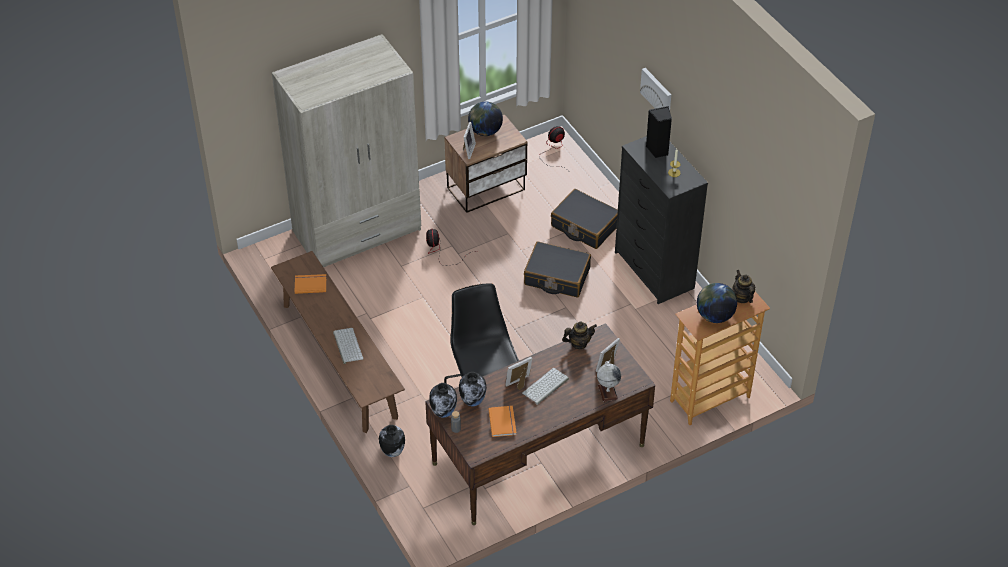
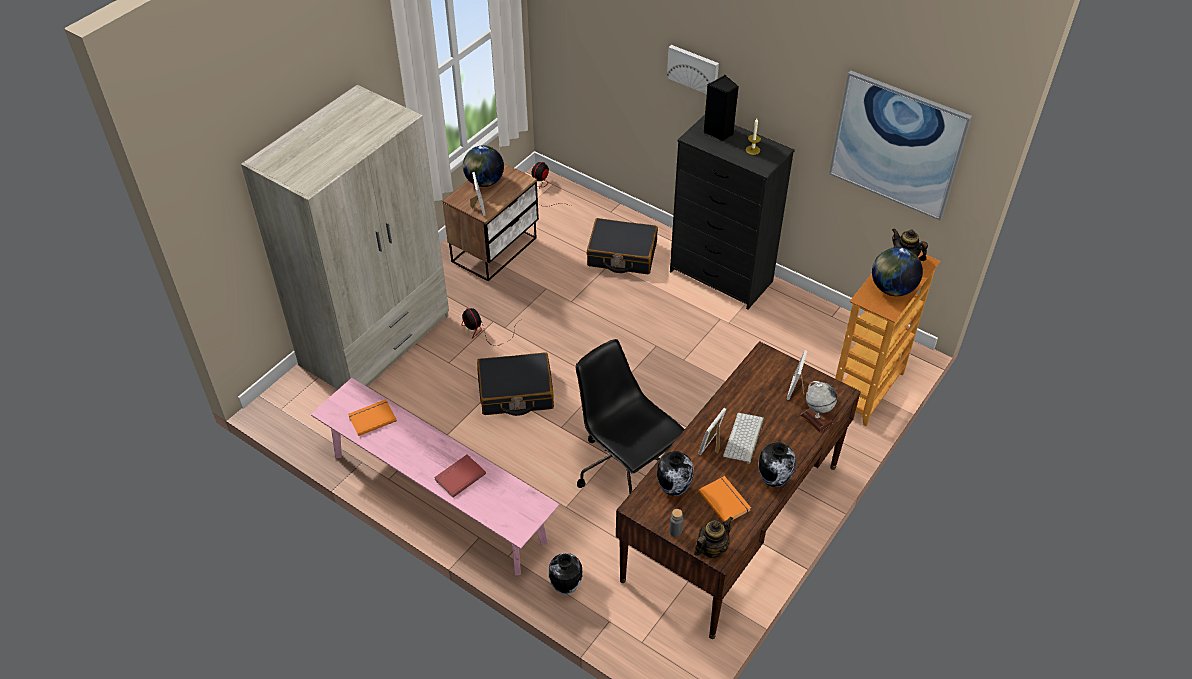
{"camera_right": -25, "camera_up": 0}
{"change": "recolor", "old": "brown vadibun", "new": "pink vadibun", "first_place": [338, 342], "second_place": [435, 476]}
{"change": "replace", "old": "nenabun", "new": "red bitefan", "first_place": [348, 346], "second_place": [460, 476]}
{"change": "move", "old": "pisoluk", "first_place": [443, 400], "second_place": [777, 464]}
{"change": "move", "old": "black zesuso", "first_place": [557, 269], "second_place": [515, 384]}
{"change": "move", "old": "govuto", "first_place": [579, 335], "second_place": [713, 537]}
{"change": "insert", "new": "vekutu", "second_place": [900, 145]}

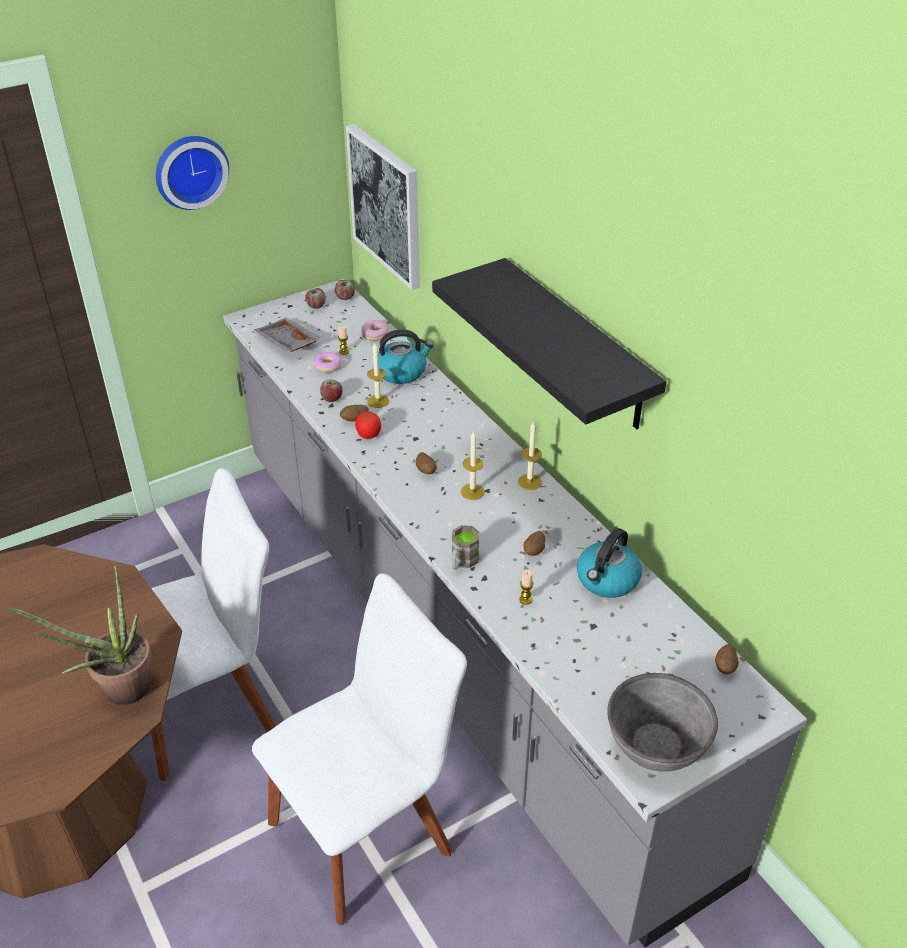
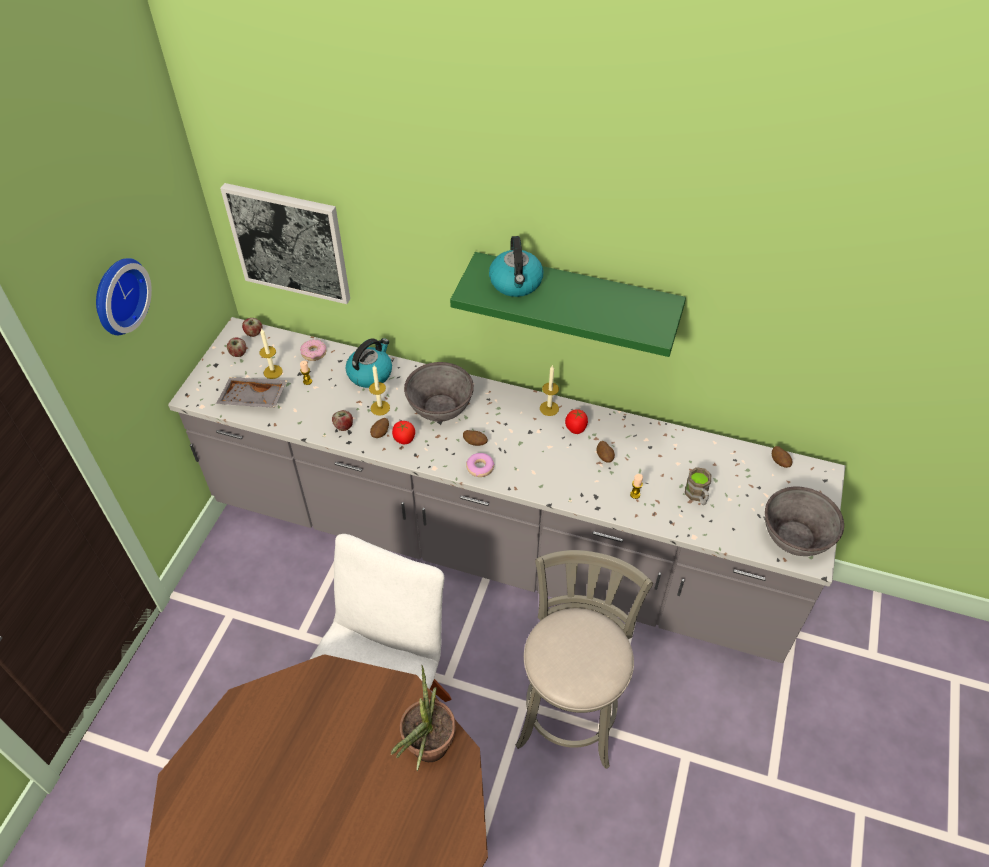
{"camera_right": -40, "camera_up": 10}
{"change": "replace", "old": "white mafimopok", "new": "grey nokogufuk", "first_place": [359, 749], "second_place": [584, 659]}
{"change": "move", "old": "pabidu", "first_place": [327, 362], "second_place": [480, 465]}
{"change": "recolor", "old": "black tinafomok", "new": "green tinafomok", "first_place": [549, 343], "second_place": [568, 304]}
{"change": "move", "old": "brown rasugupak", "first_place": [465, 547], "second_place": [698, 486]}
{"change": "move", "old": "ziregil", "first_place": [473, 465], "second_place": [271, 353]}
{"change": "move", "old": "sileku", "first_place": [609, 563], "second_place": [516, 266]}
{"change": "insert", "new": "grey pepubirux", "second_place": [439, 392]}
{"change": "insert", "new": "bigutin", "second_place": [576, 421]}

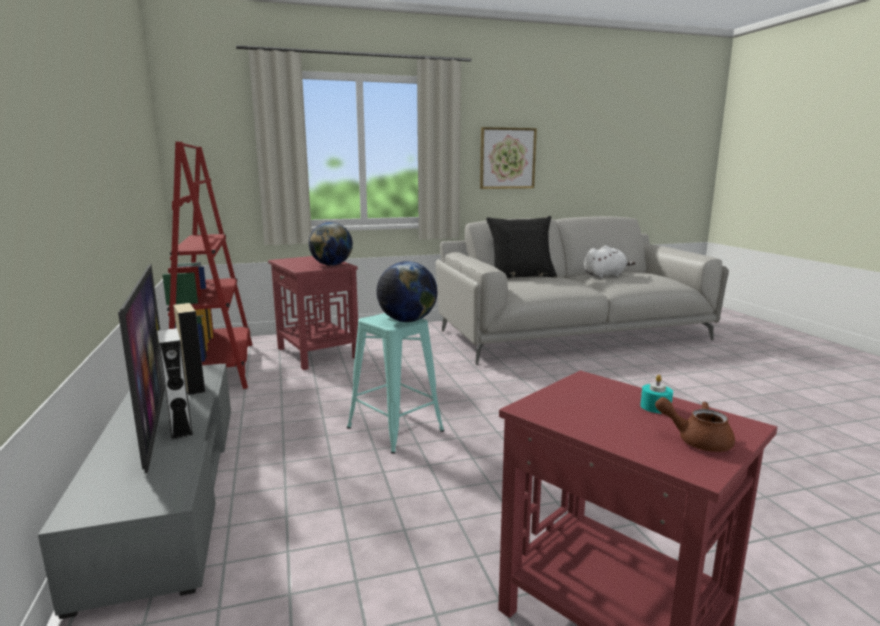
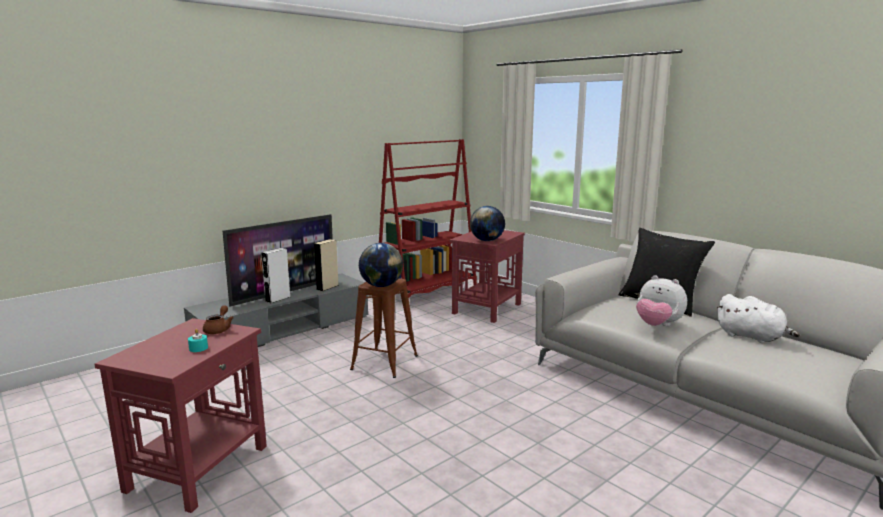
{"camera_right": 65, "camera_up": 0}
{"change": "recolor", "old": "turquoise nokogufuk", "new": "brown nokogufuk", "first_place": [395, 383], "second_place": [384, 328]}
{"change": "delete", "old": "vekutu", "first_place": [508, 158]}
{"change": "move", "old": "brown govuto", "first_place": [695, 424], "second_place": [218, 319]}
{"change": "insert", "new": "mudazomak", "second_place": [661, 300]}

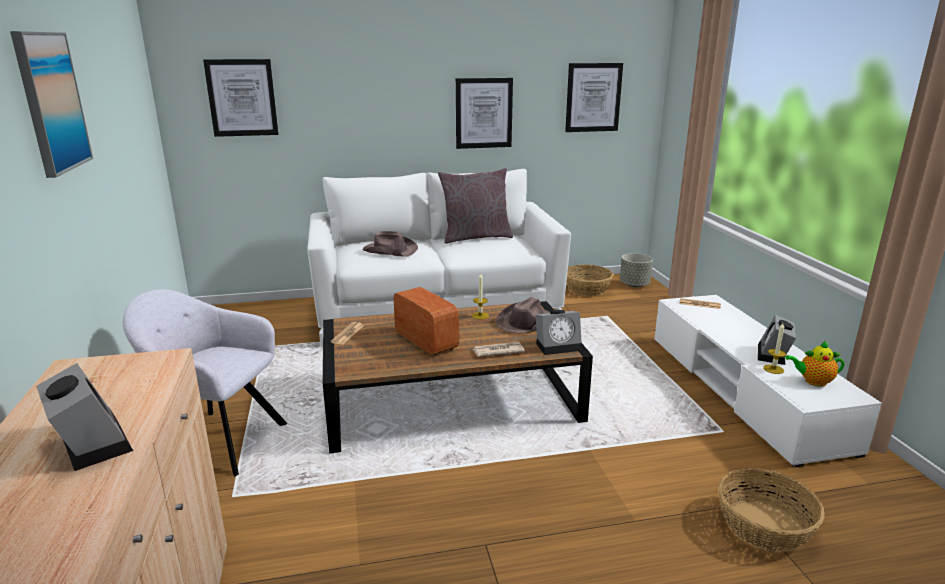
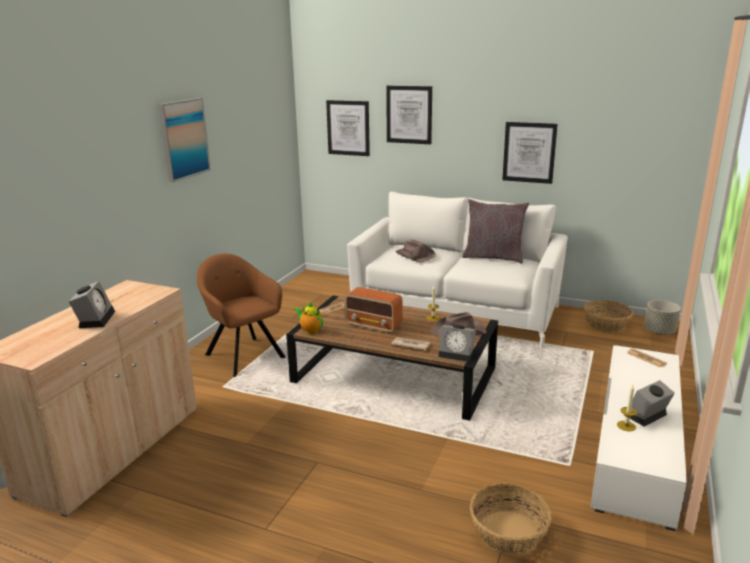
{"camera_right": 35, "camera_up": 0}
{"change": "recolor", "old": "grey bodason", "new": "brown bodason", "first_place": [205, 383], "second_place": [241, 315]}
{"change": "rotate", "old": "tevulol", "first_place": [426, 321], "second_place": [373, 310], "degrees": 120}
{"change": "move", "old": "vekutu", "first_place": [594, 97], "second_place": [409, 115]}
{"change": "move", "old": "govuto", "first_place": [814, 364], "second_place": [308, 318]}

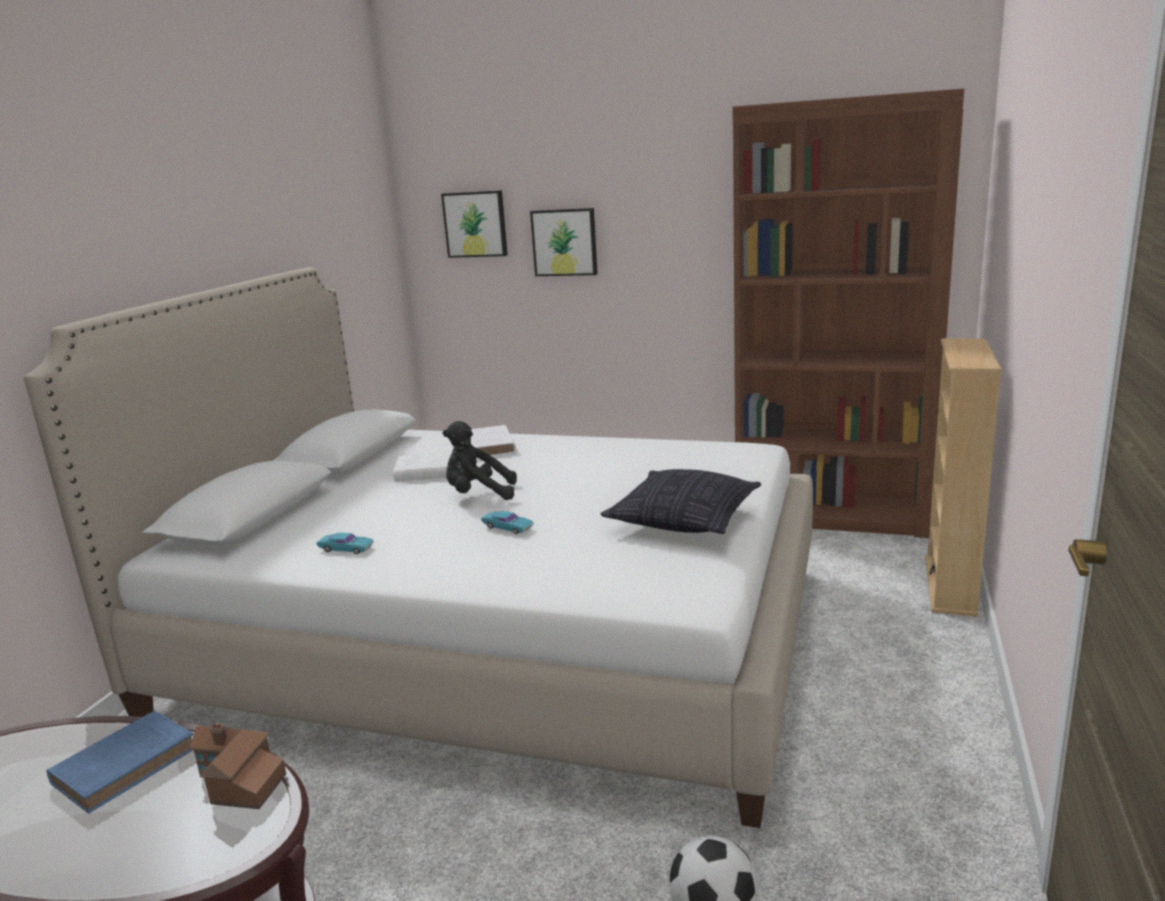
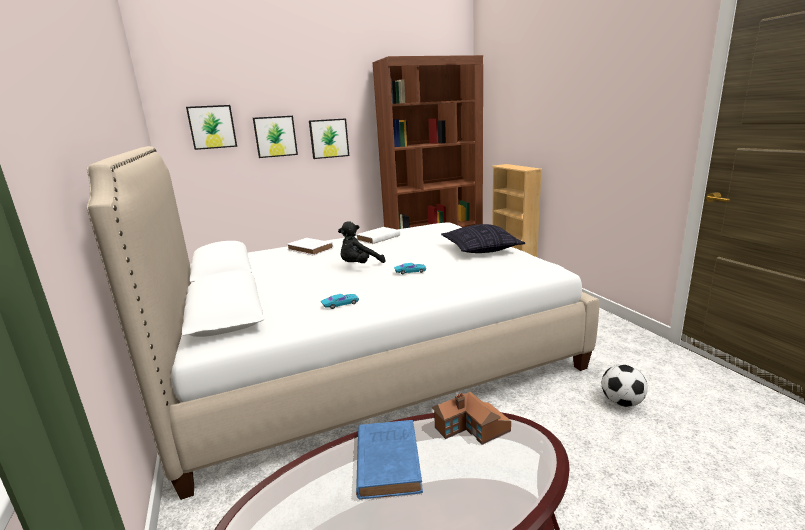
{"camera_right": -40, "camera_up": 0}
{"change": "move", "old": "white bitefan", "first_place": [422, 466], "second_place": [378, 235]}
{"change": "insert", "new": "vekutu", "second_place": [329, 138]}

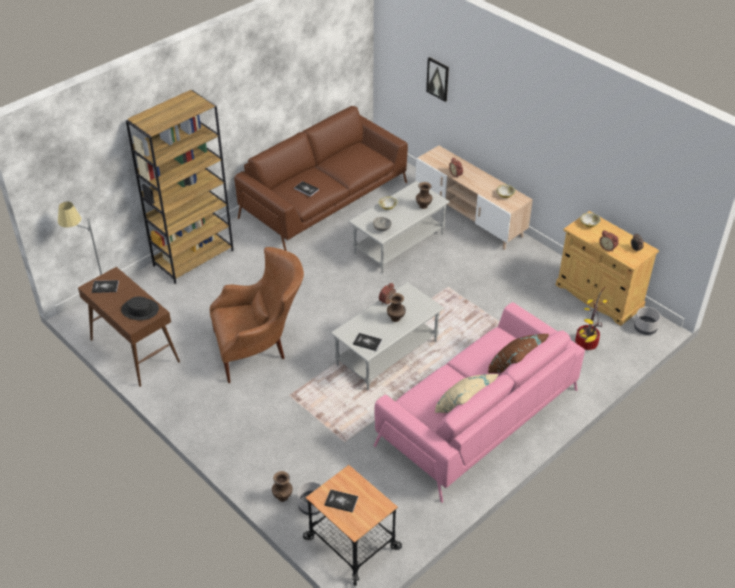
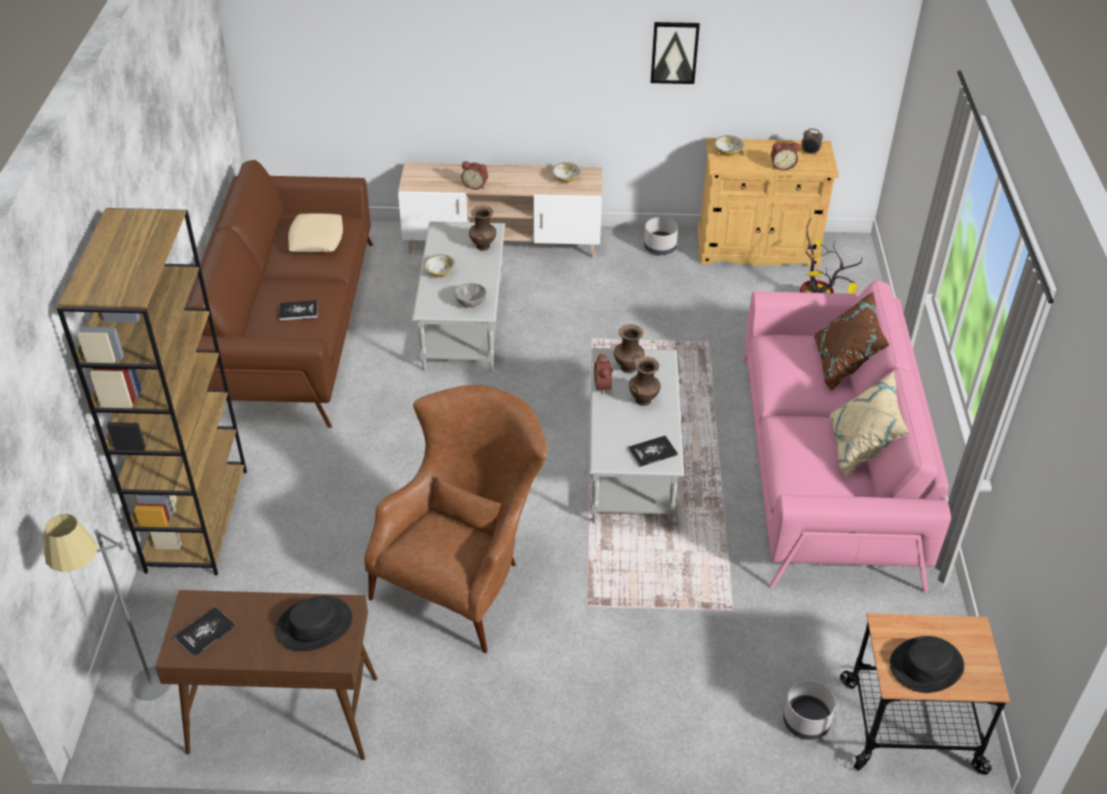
{"camera_right": -45, "camera_up": 0}
{"change": "move", "old": "brown pisoluk", "first_place": [282, 486], "second_place": [629, 348]}
{"change": "replace", "old": "bitefan", "new": "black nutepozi", "first_place": [341, 501], "second_place": [927, 664]}
{"change": "move", "old": "vekutu", "first_place": [437, 79], "second_place": [675, 53]}
{"change": "move", "old": "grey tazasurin", "first_place": [647, 321], "second_place": [661, 236]}
{"change": "insert", "new": "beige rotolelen", "second_place": [315, 232]}

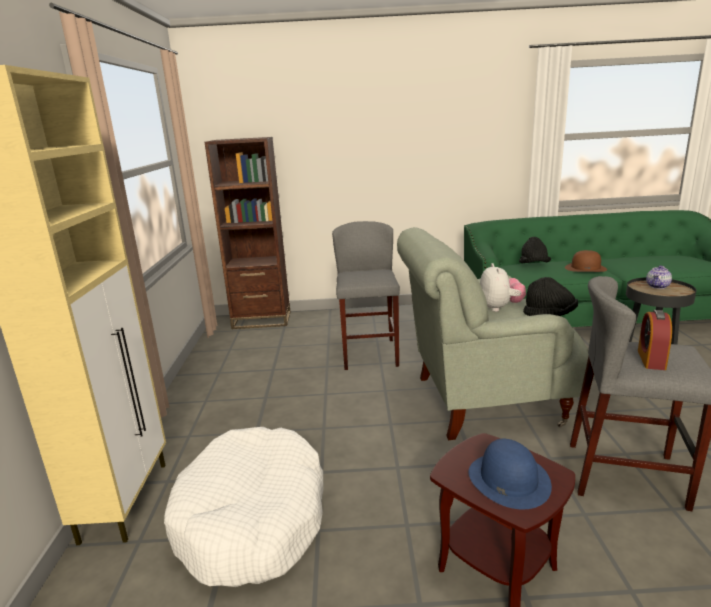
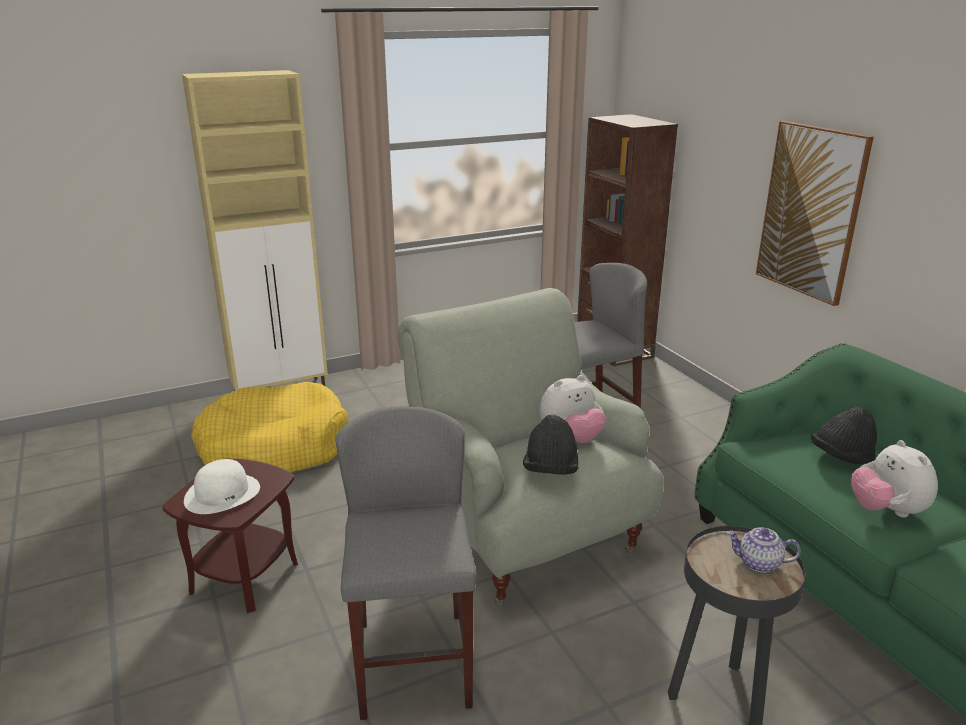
{"camera_right": 65, "camera_up": 5}
{"change": "recolor", "old": "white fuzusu", "new": "yellow fuzusu", "first_place": [244, 507], "second_place": [270, 427]}
{"change": "recolor", "old": "blue nutepozi", "new": "white nutepozi", "first_place": [510, 474], "second_place": [222, 486]}
{"change": "replace", "old": "brown nutepozi", "new": "mudazomak", "first_place": [586, 261], "second_place": [894, 479]}
{"change": "delete", "old": "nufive", "first_place": [655, 340]}
{"change": "insert", "new": "vekutu", "second_place": [815, 213]}

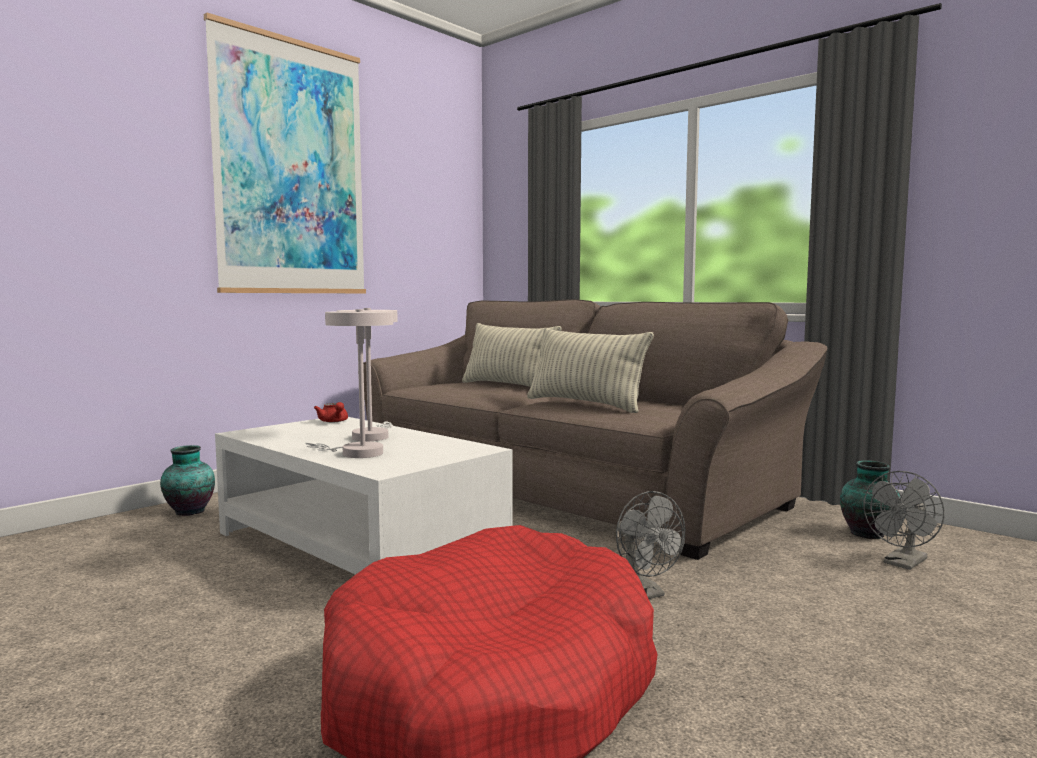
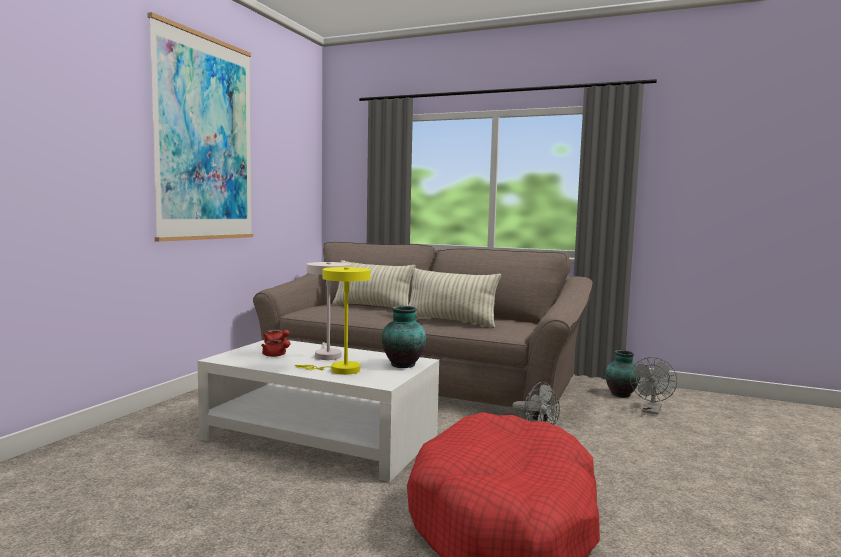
{"camera_right": -20, "camera_up": 0}
{"change": "move", "old": "pisoluk", "first_place": [187, 480], "second_place": [404, 337]}
{"change": "recolor", "old": "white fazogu", "new": "yellow fazogu", "first_place": [349, 383], "second_place": [333, 321]}
{"change": "insert", "new": "red govuto", "second_place": [275, 348]}

